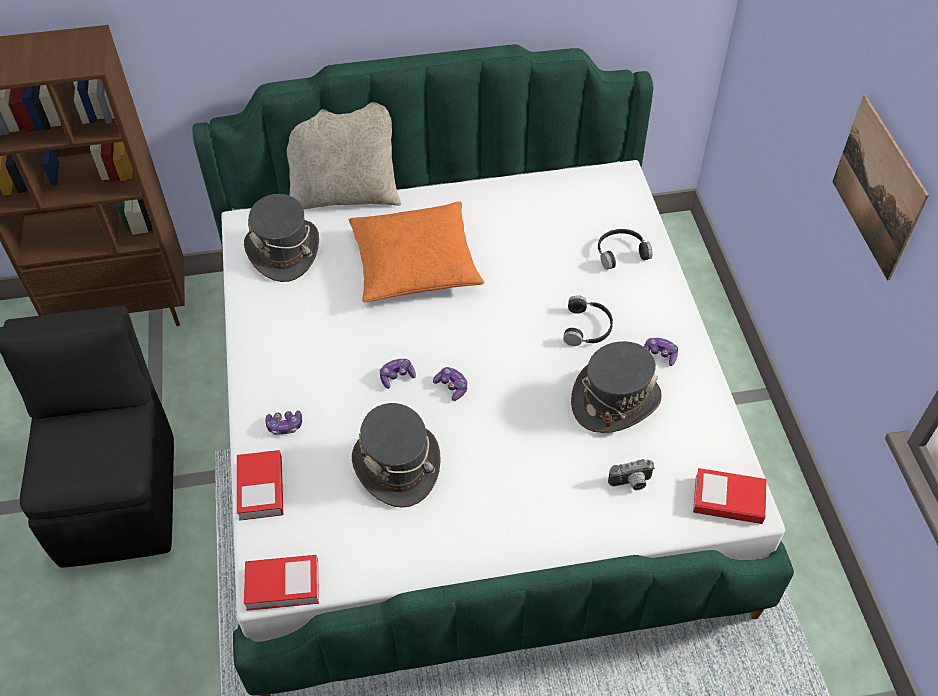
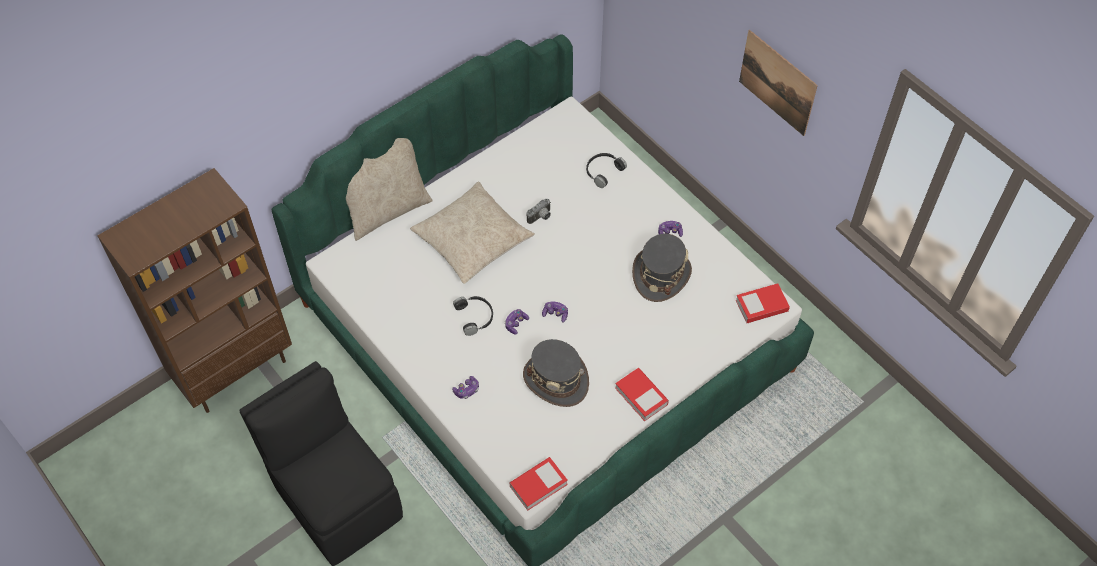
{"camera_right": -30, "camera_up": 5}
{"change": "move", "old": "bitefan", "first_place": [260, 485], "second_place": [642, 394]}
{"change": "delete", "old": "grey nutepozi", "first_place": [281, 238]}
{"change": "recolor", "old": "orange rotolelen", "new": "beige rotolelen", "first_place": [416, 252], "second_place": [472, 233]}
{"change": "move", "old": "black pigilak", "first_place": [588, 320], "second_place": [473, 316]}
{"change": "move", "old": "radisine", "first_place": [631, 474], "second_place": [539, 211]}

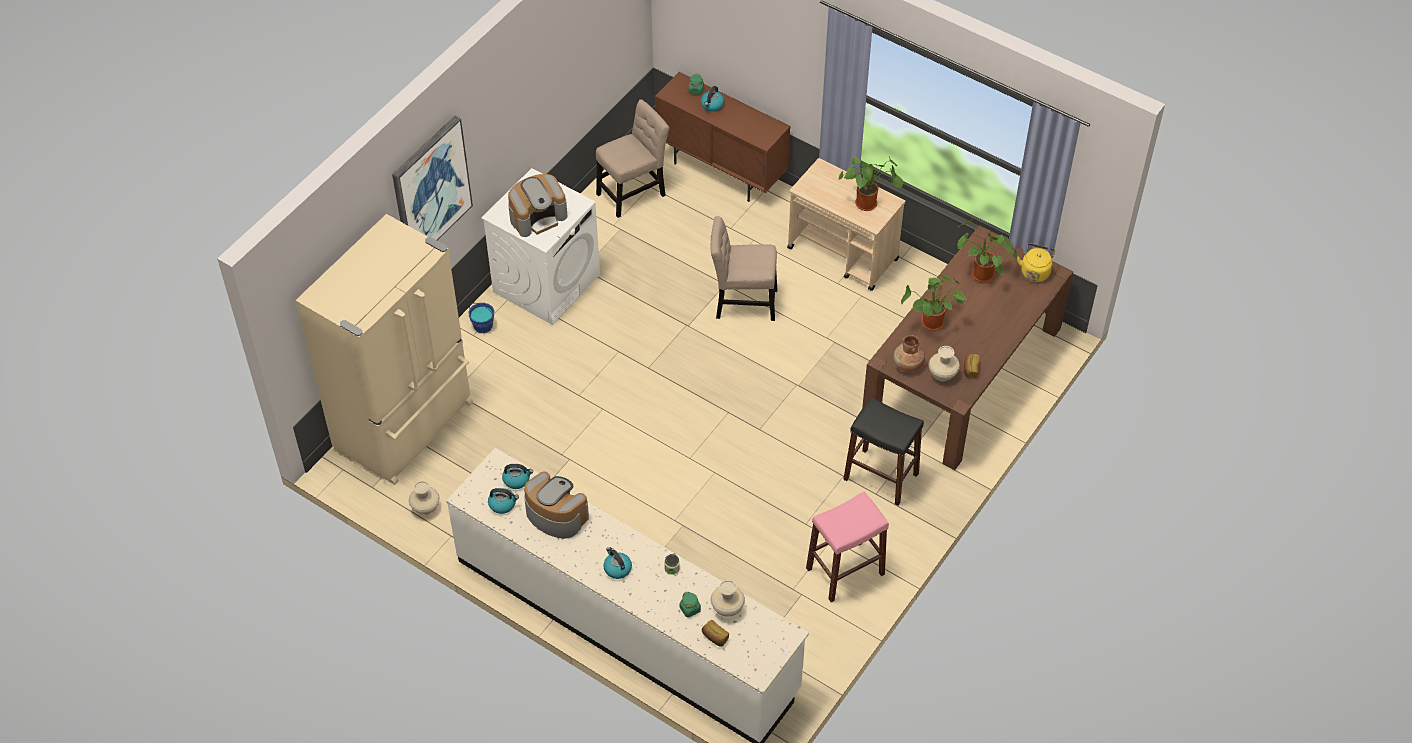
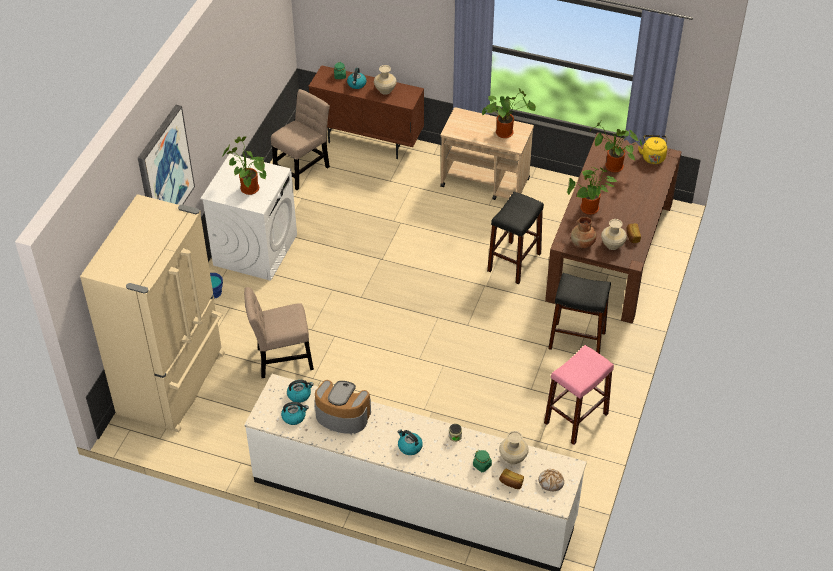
{"camera_right": -15, "camera_up": -5}
{"change": "move", "old": "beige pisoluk", "first_place": [424, 498], "second_place": [385, 80]}
{"change": "replace", "old": "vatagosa", "new": "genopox", "first_place": [537, 205], "second_place": [244, 165]}
{"change": "move", "old": "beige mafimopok", "first_place": [744, 268], "second_place": [279, 332]}
{"change": "insert", "new": "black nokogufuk", "second_place": [515, 238]}
{"change": "insert", "new": "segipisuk", "second_place": [551, 480]}

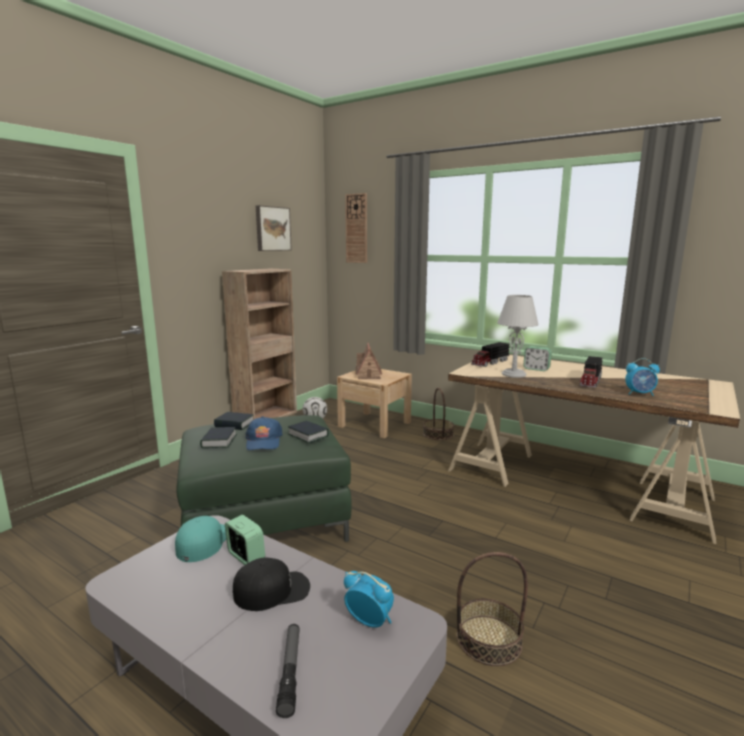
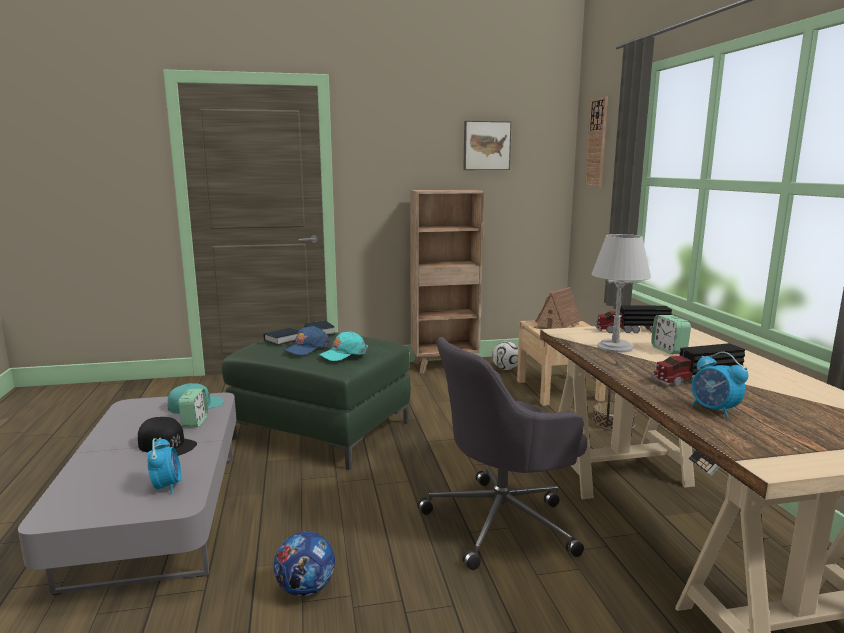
{"camera_right": 45, "camera_up": 0}
{"change": "delete", "old": "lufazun", "first_place": [288, 671]}
{"change": "replace", "old": "bitefan", "new": "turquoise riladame", "first_place": [308, 432], "second_place": [343, 346]}
{"change": "replace", "old": "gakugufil", "new": "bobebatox", "first_place": [492, 609], "second_place": [304, 564]}
{"change": "insert", "new": "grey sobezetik", "second_place": [503, 453]}

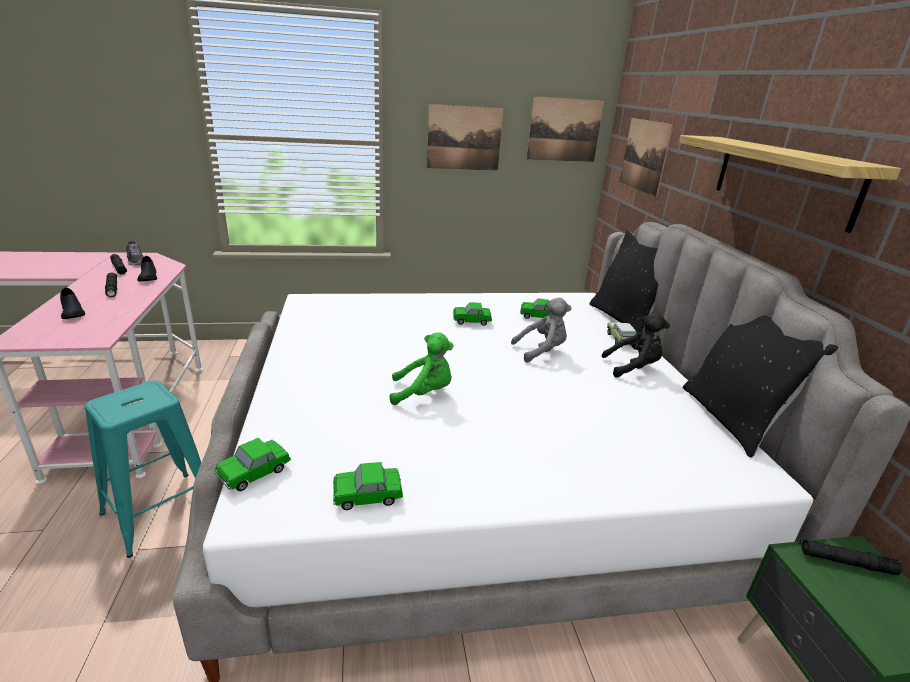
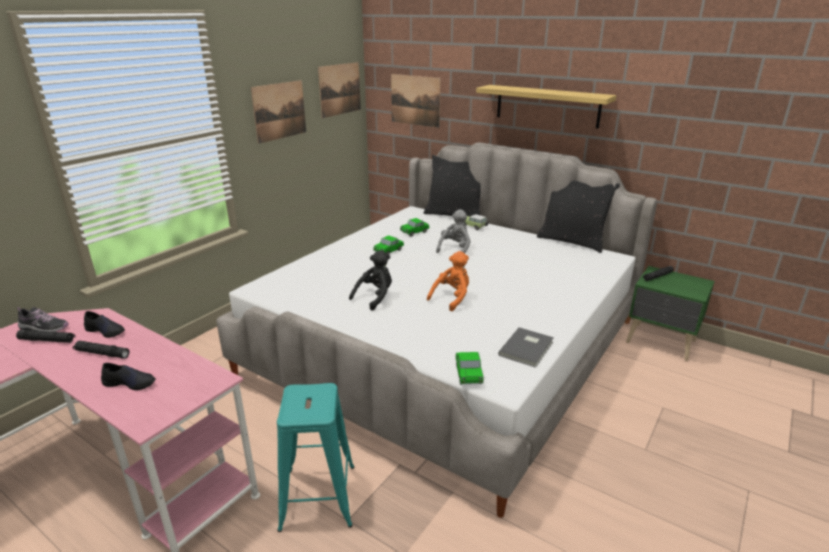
{"camera_right": -45, "camera_up": 0}
{"change": "replace", "old": "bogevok", "new": "grey bitefan", "first_place": [368, 486], "second_place": [526, 347]}
{"change": "recolor", "old": "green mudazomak", "new": "orange mudazomak", "first_place": [421, 368], "second_place": [448, 281]}
{"change": "move", "old": "black mudazomak", "first_place": [636, 345], "second_place": [370, 280]}

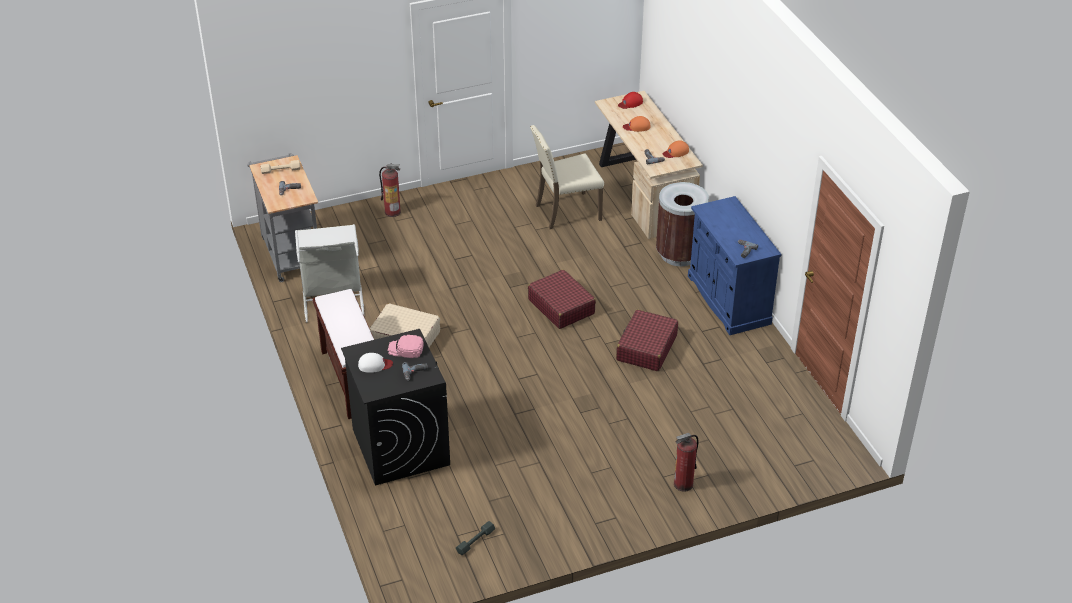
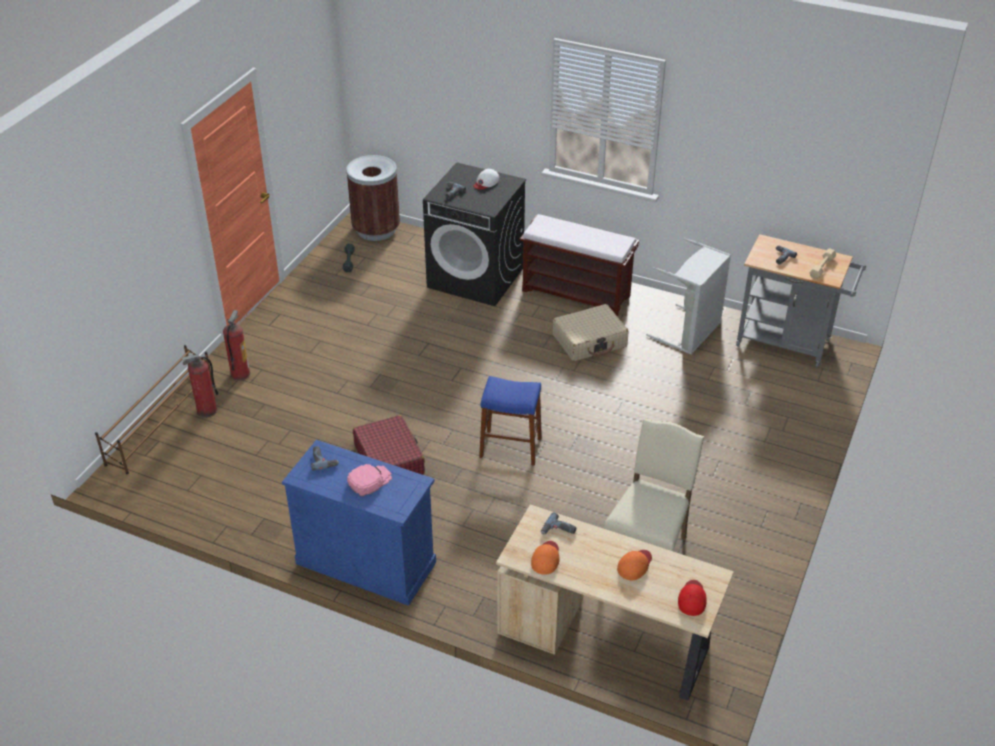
{"camera_right": 135, "camera_up": 0}
{"change": "move", "old": "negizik", "first_place": [390, 190], "second_place": [200, 386]}
{"change": "move", "old": "pink riladame", "first_place": [406, 346], "second_place": [369, 480]}
{"change": "replace", "old": "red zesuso", "new": "blue nokogufuk", "first_place": [562, 299], "second_place": [510, 421]}
{"change": "move", "old": "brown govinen", "first_place": [682, 224], "second_place": [373, 198]}
{"change": "insert", "new": "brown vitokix", "second_place": [154, 409]}

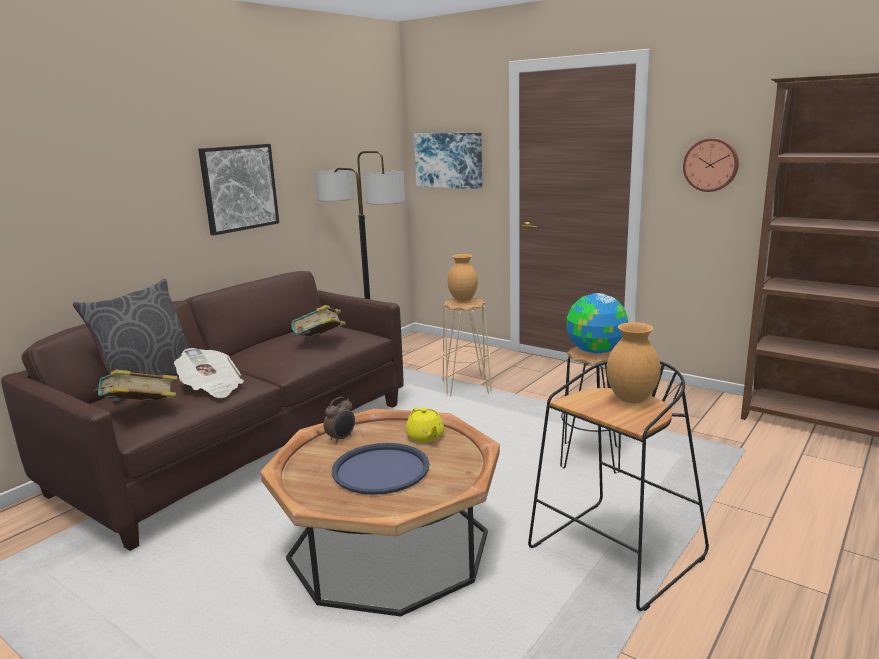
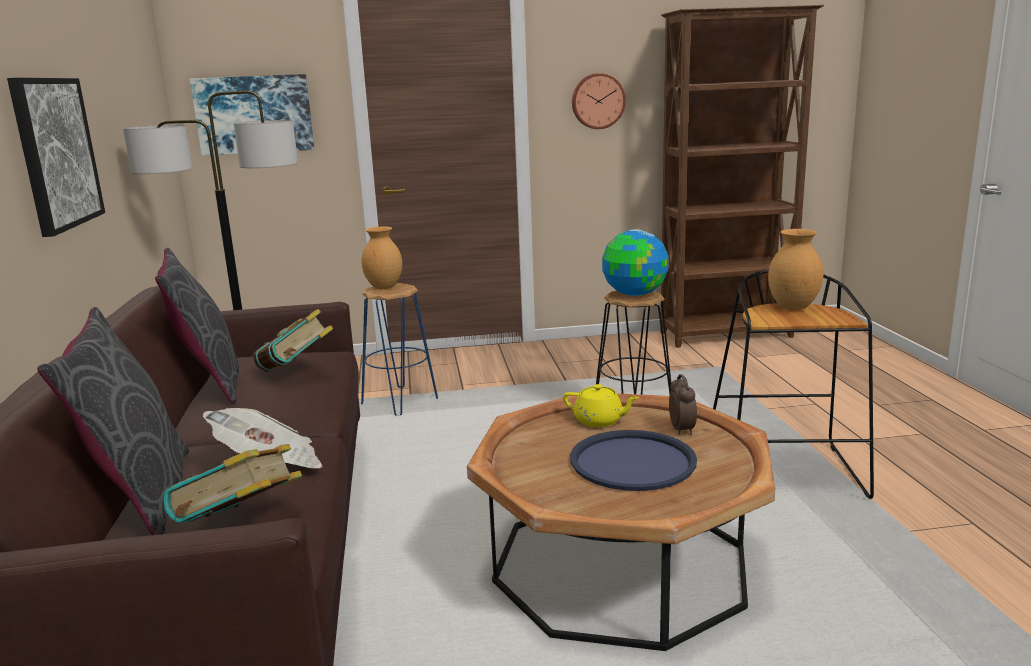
{"camera_right": -45, "camera_up": 0}
{"change": "move", "old": "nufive", "first_place": [339, 420], "second_place": [683, 404]}
{"change": "recolor", "old": "beige nokogufuk", "new": "blue nokogufuk", "first_place": [467, 347], "second_place": [399, 349]}
{"change": "insert", "new": "grey rotolelen", "second_place": [197, 326]}

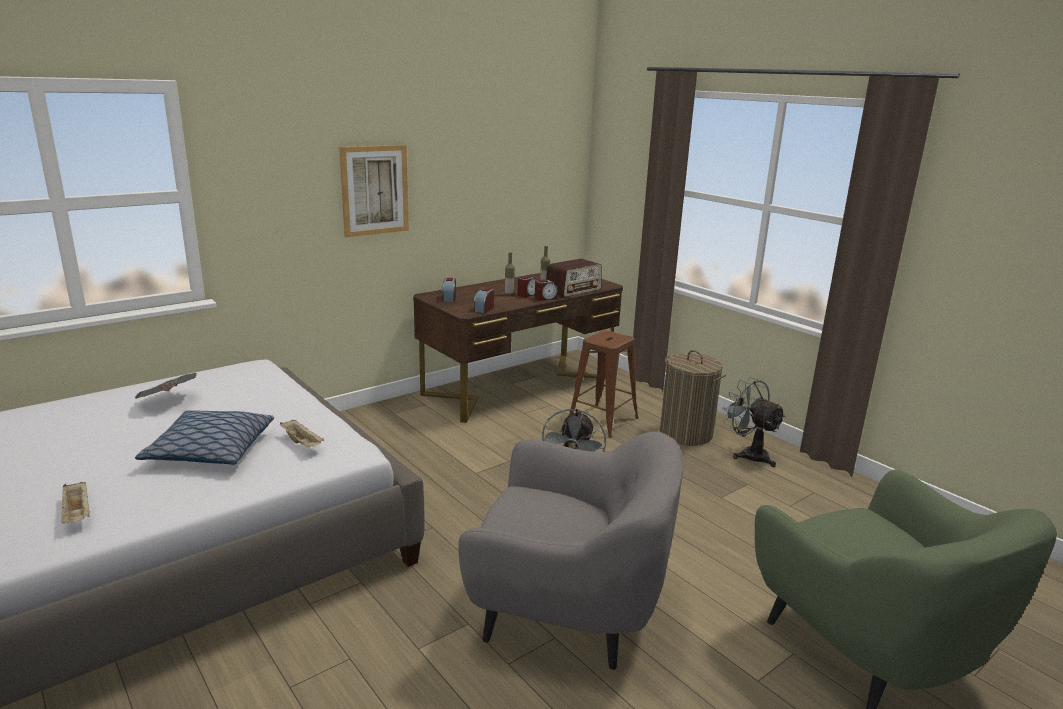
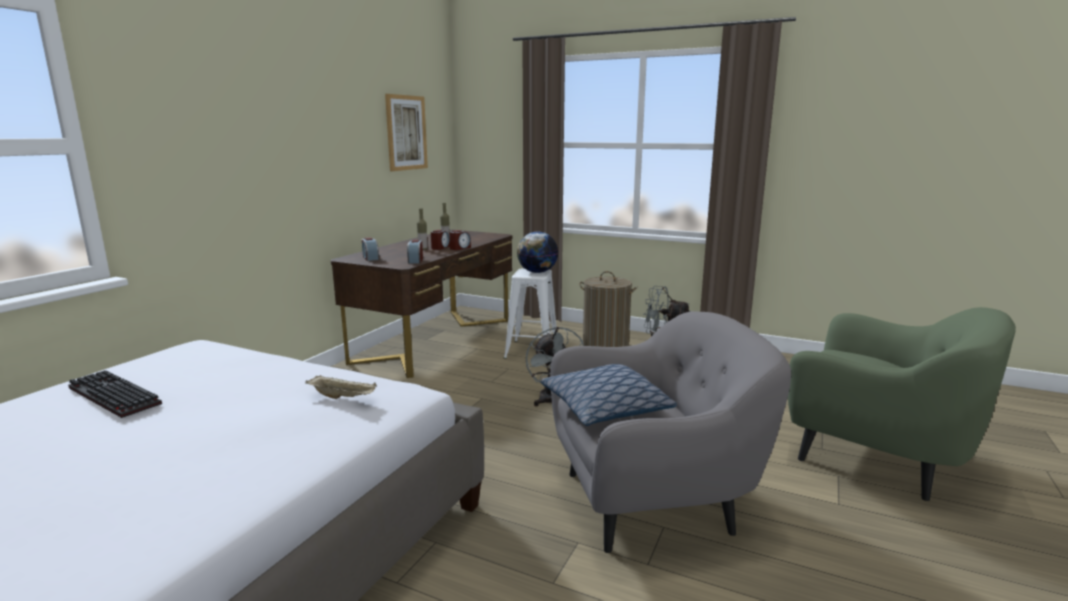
{"camera_right": -25, "camera_up": -5}
{"change": "delete", "old": "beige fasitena", "first_place": [75, 502]}
{"change": "replace", "old": "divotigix", "new": "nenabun", "first_place": [166, 386], "second_place": [115, 394]}
{"change": "move", "old": "rotolelen", "first_place": [204, 438], "second_place": [609, 395]}
{"change": "move", "old": "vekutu", "first_place": [374, 191], "second_place": [406, 132]}
{"change": "delete", "old": "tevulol", "first_place": [574, 278]}
{"change": "recolor", "old": "brown nokogufuk", "new": "white nokogufuk", "first_place": [604, 384], "second_place": [530, 313]}
{"change": "insert", "new": "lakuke", "second_place": [537, 252]}

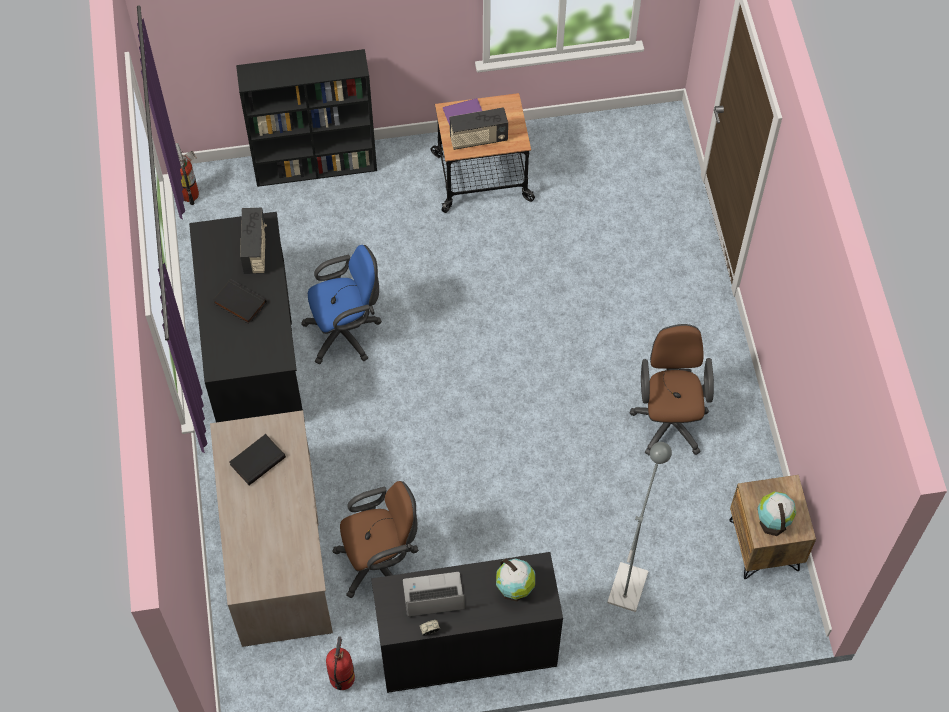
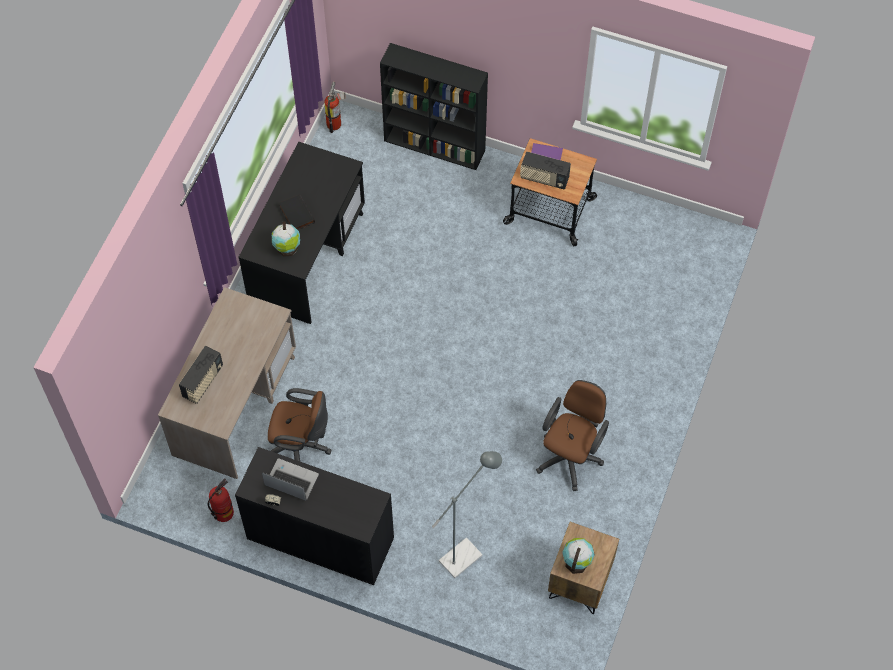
{"camera_right": 30, "camera_up": 0}
{"change": "delete", "old": "black bitefan", "first_place": [257, 459]}
{"change": "move", "old": "tevulol", "first_place": [253, 241], "second_place": [201, 375]}
{"change": "delete", "old": "blue sobezetik", "first_place": [341, 304]}
{"change": "move", "old": "lakuke", "first_place": [515, 580], "second_place": [286, 239]}

